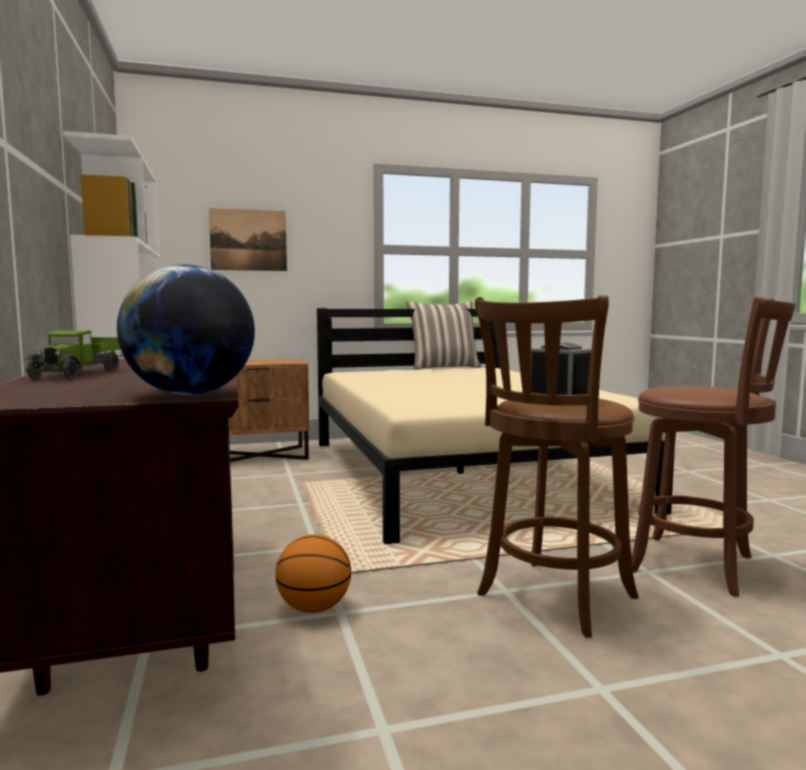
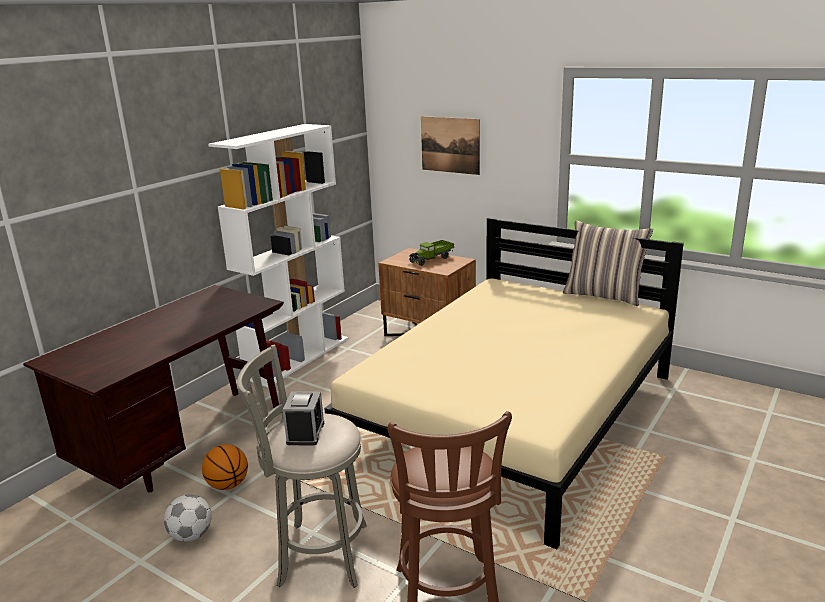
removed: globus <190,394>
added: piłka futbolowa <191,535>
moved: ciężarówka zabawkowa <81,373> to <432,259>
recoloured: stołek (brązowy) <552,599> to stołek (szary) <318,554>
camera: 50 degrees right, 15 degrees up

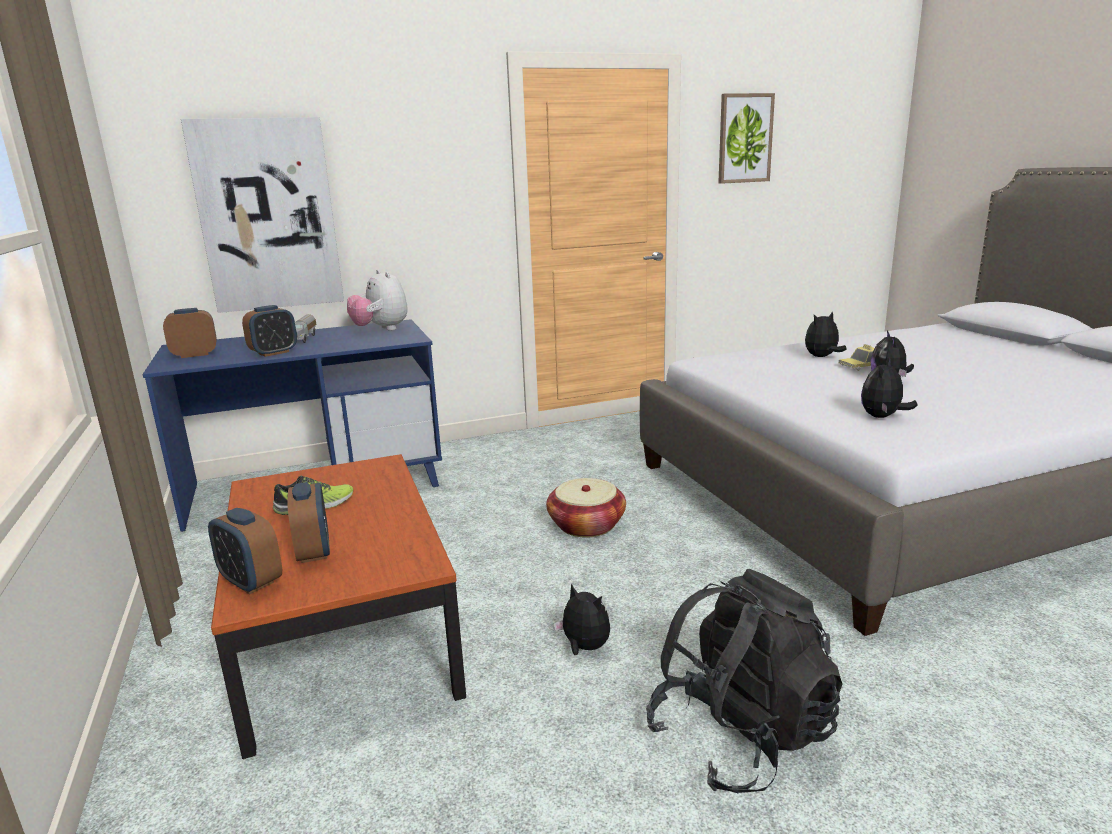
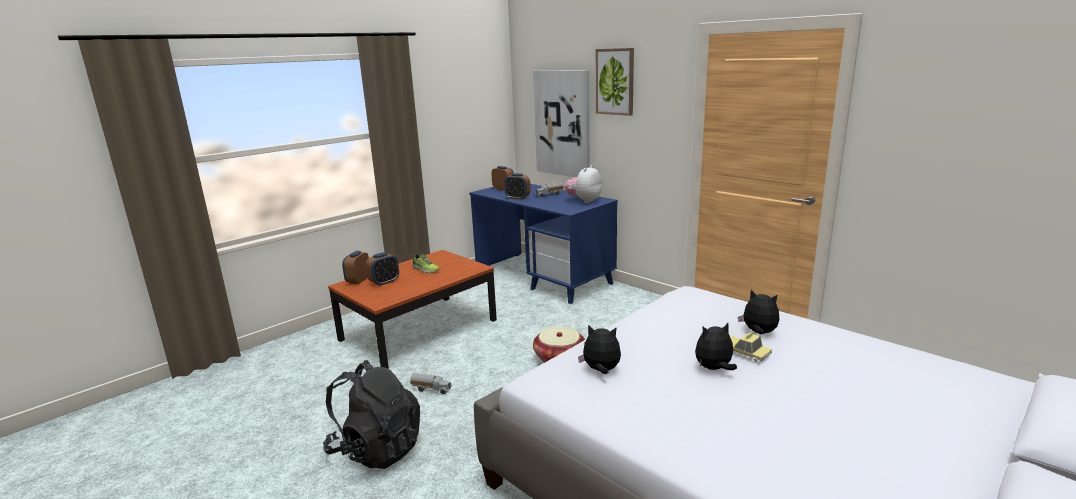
moved: obraz <744,138> to <615,81>
replaced: pluszak <584,648> to ciężarówka zabawkowa <432,389>
camera: 65 degrees right, 0 degrees up

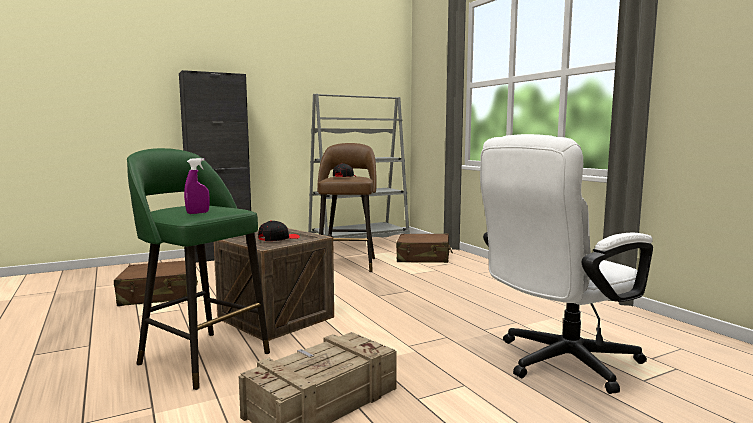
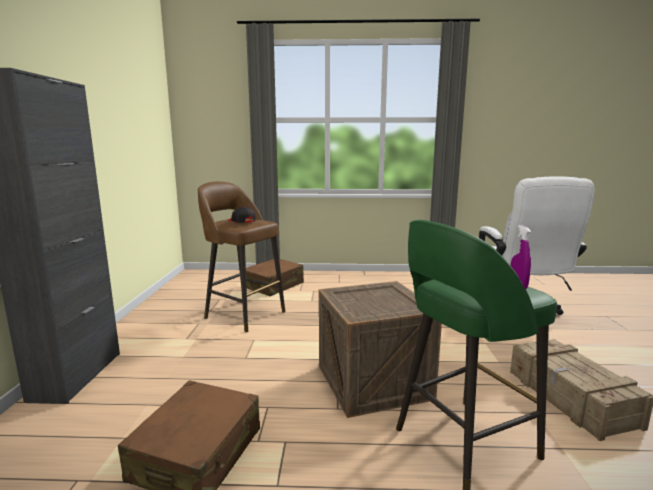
removed: czapka z daszkiem (czarny) <278,239>; regał (szary) <359,244>
camera: 60 degrees left, 5 degrees up

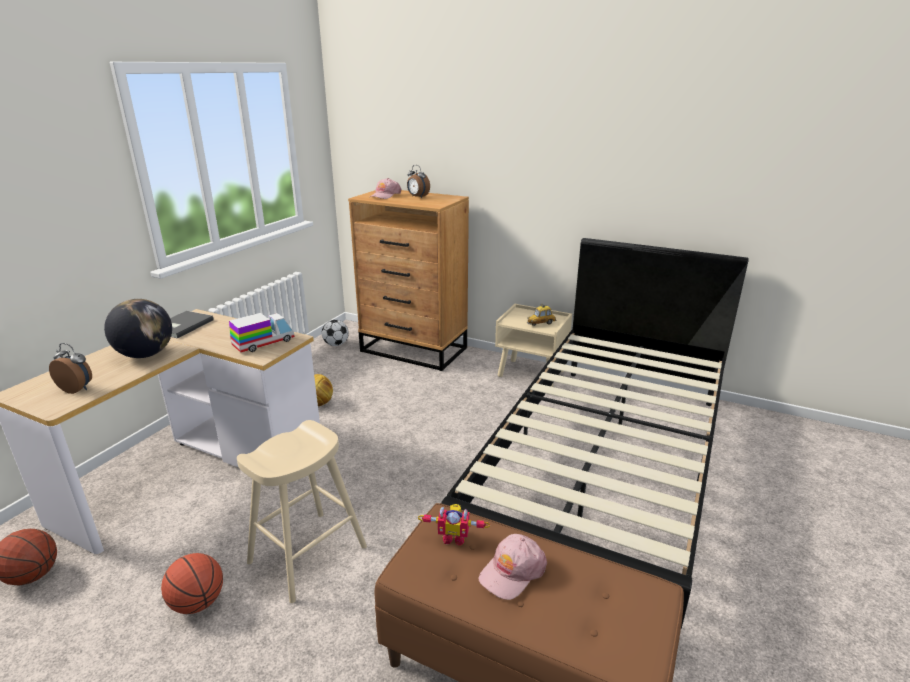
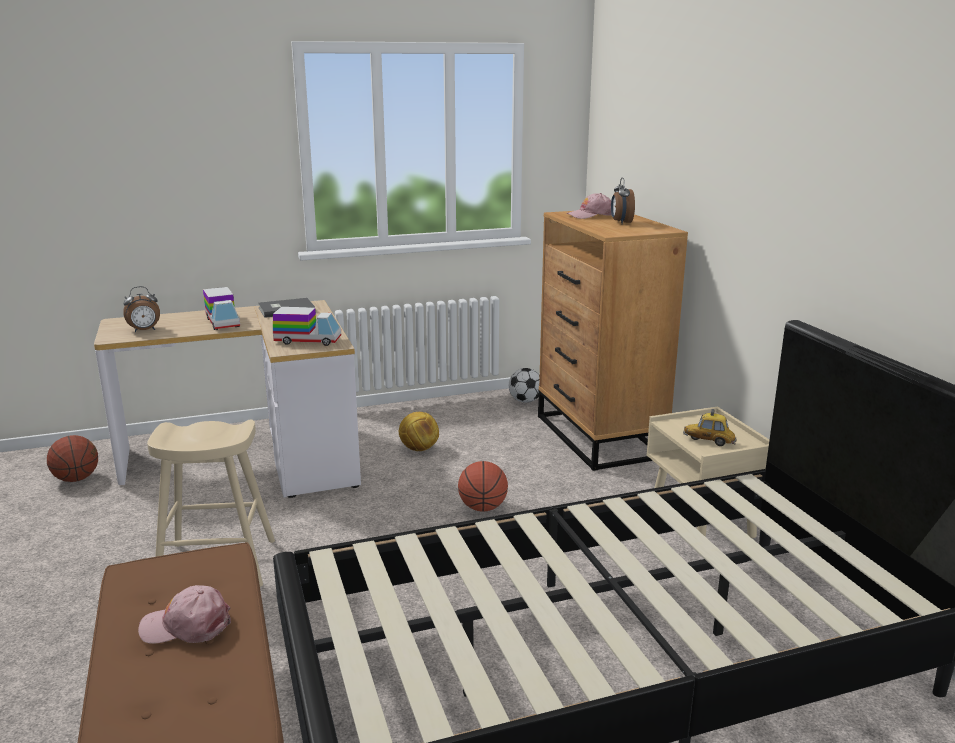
removed: robot zabawkowy <454,537>
moved: piłka do koszykówki <197,603> to <482,508>
replaced: globus <146,354> to ciężarówka zabawkowa <223,322>
turned: budzik <78,389> = <144,330> 90 degrees clockwise
camera: 45 degrees right, 5 degrees down

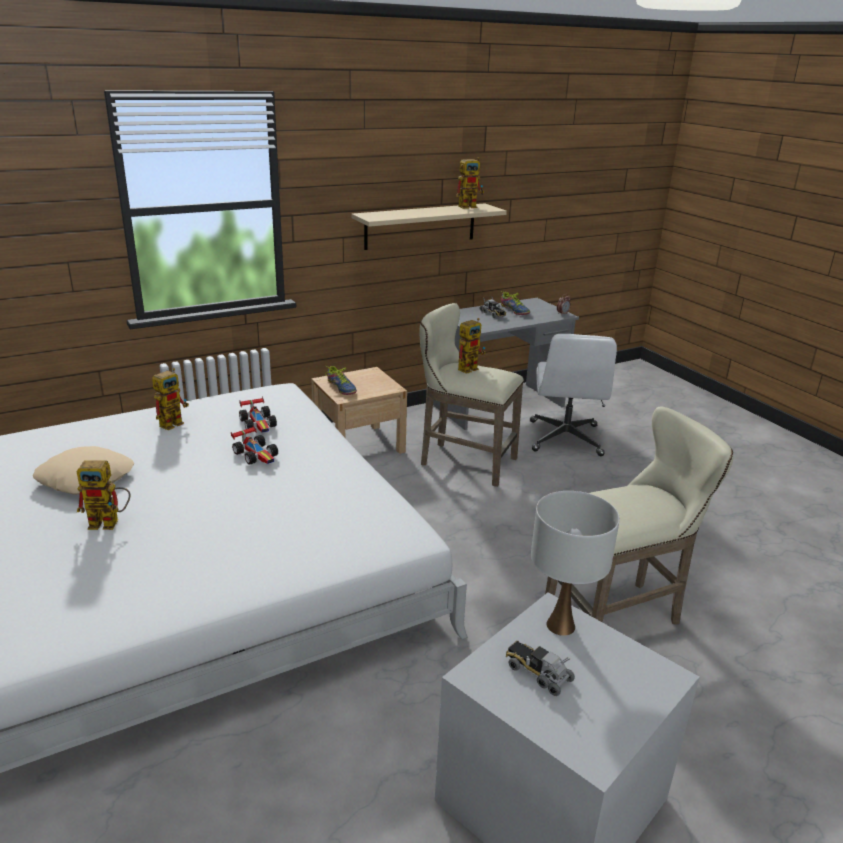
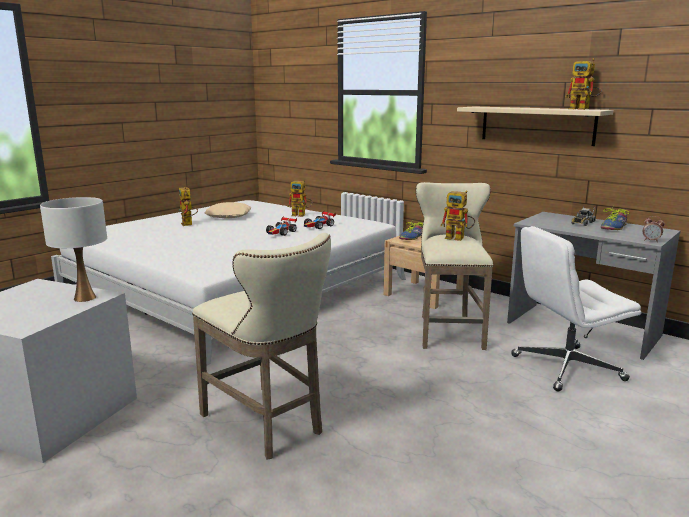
removed: ciężarówka zabawkowa <537,673>
camera: 70 degrees right, 10 degrees down

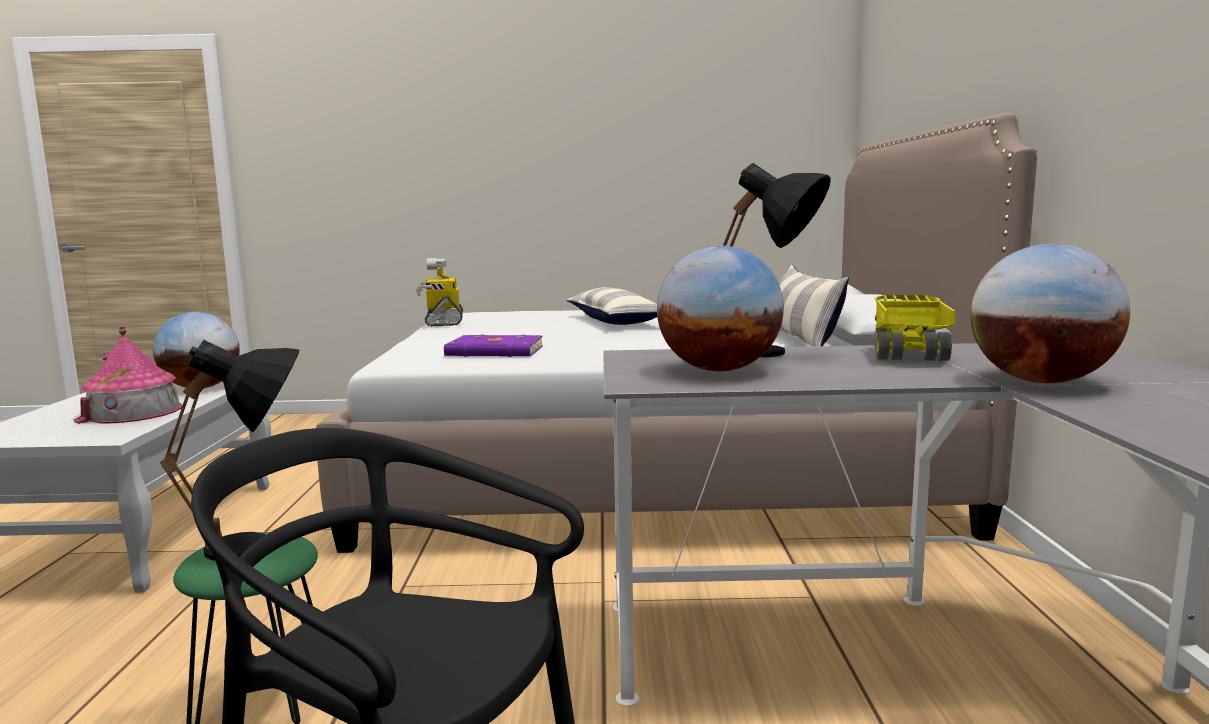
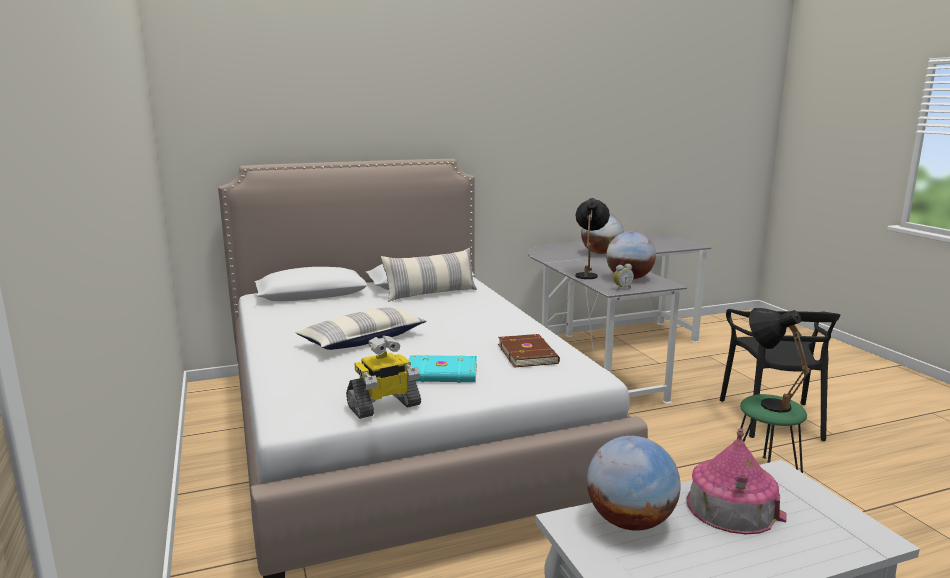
removed: ciężarówka zabawkowa <908,356>
added: książka (turkusowy) <442,373>; budzik <622,288>
recoloured: książka (fioletowy) <495,351> to książka (brązowy) <528,353>
camera: 110 degrees left, 5 degrees up

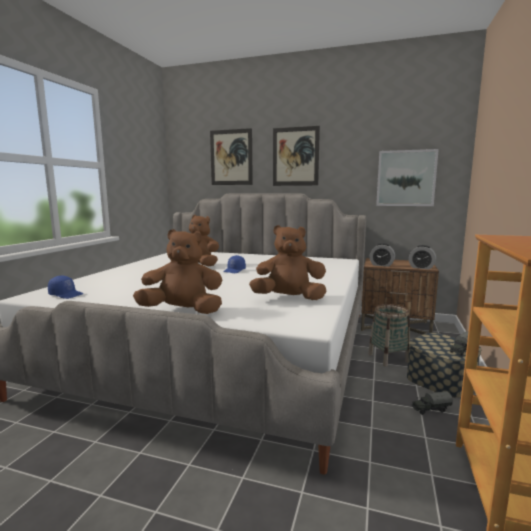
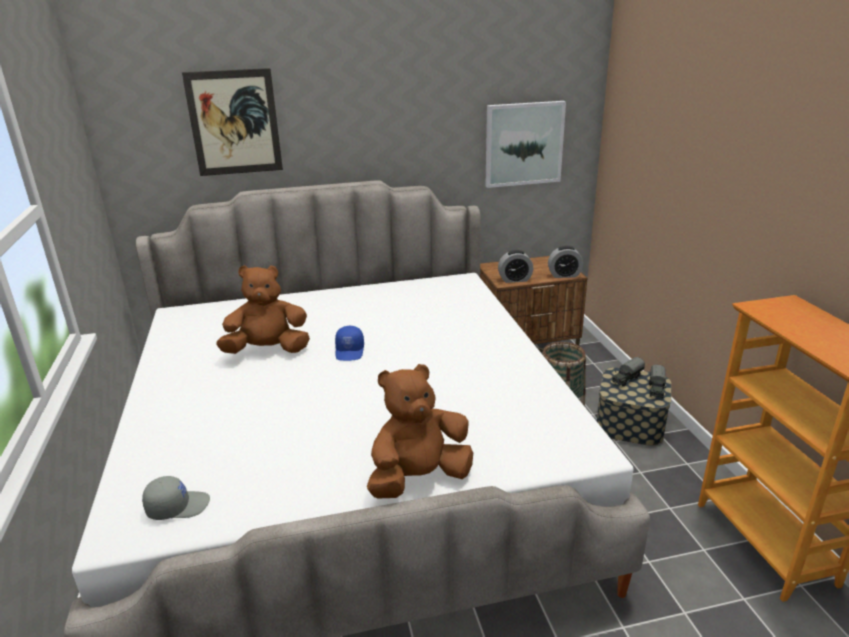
removed: pluszak (brązowy) <289,298>; obraz <295,156>
moved: ciężarówka zabawkowa <430,409> to <626,379>
recoloured: czapka z daszkiem (niebieski) <66,294> to czapka z daszkiem (szary) <178,506>
camera: 30 degrees left, 15 degrees up

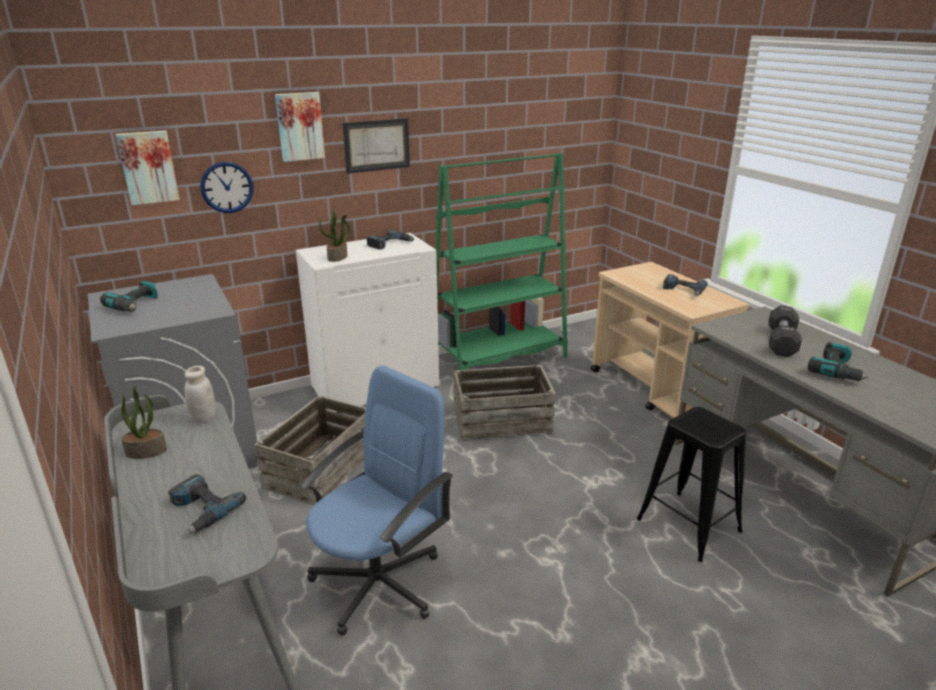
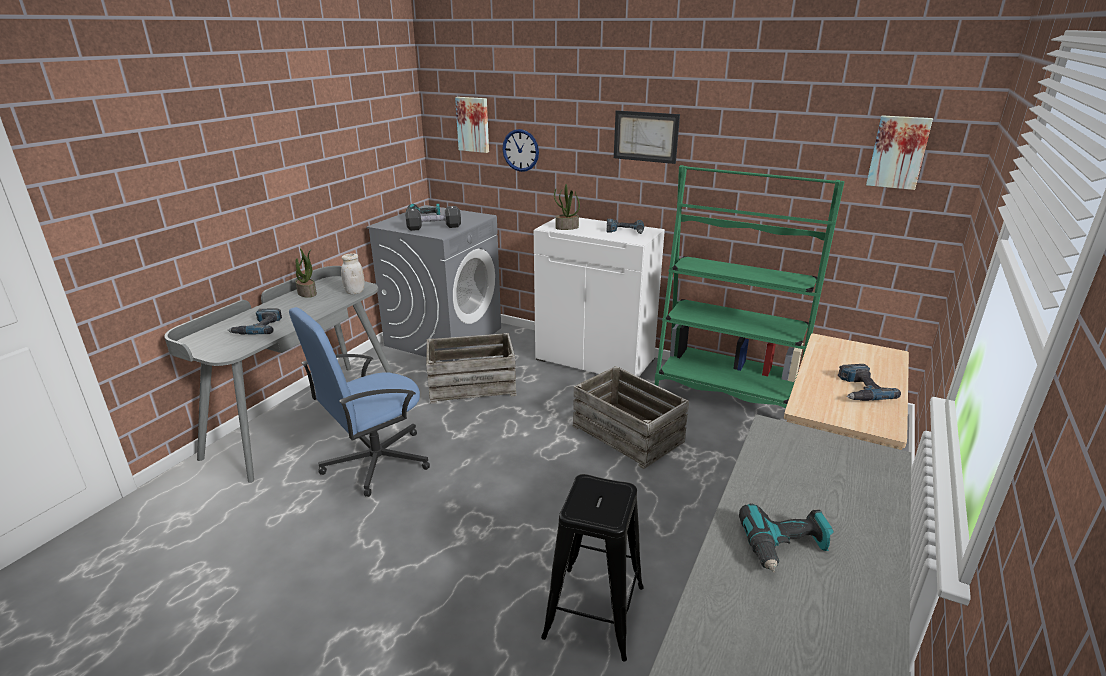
moved: hantel (czarny) <781,342> to <434,227>; obraz <299,126> to <898,152>
turned: krzesło biurowe (niebieski) <379,582> = <375,461> 135 degrees clockwise
camera: 55 degrees right, 0 degrees up

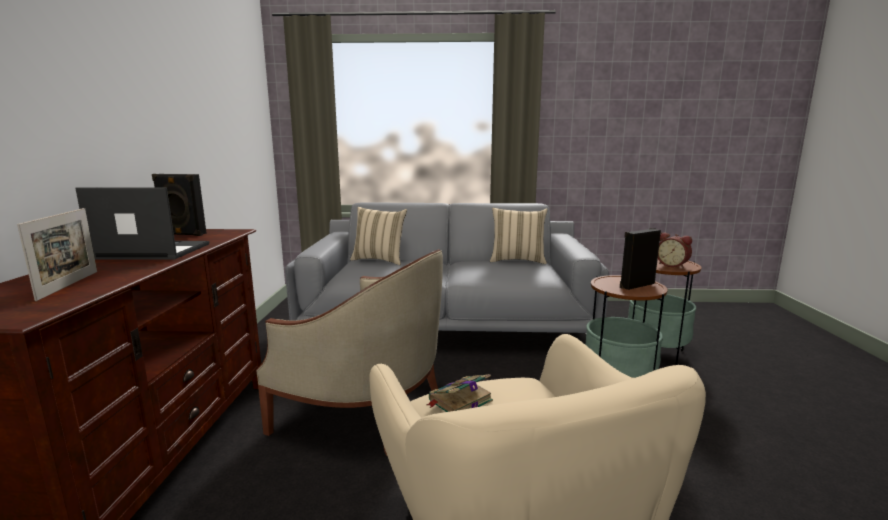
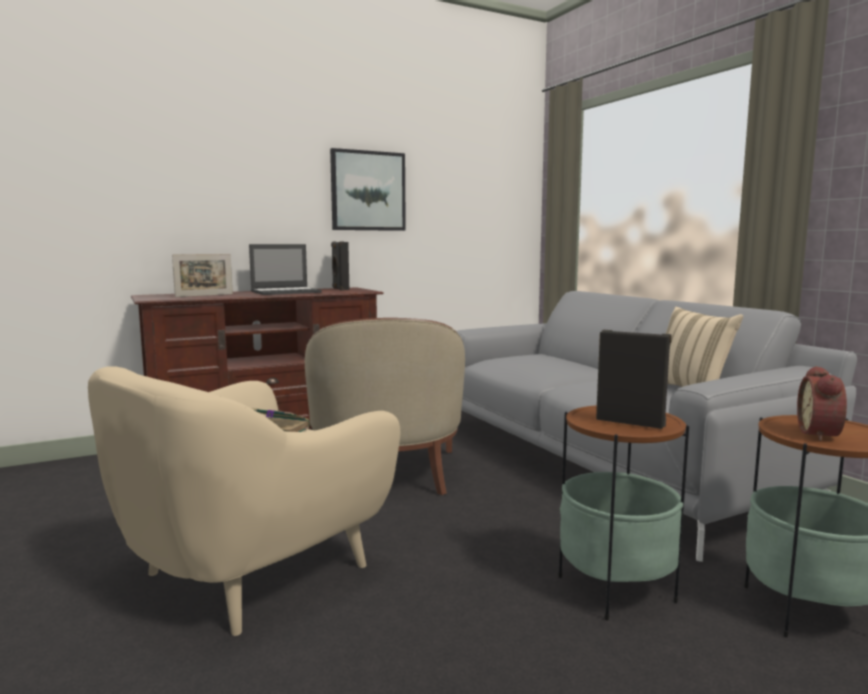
removed: poduszka (beżowy) <379,260>
added: obraz <368,191>
turned: laptop <151,251> = <286,292> 90 degrees clockwise
camera: 60 degrees right, 5 degrees down

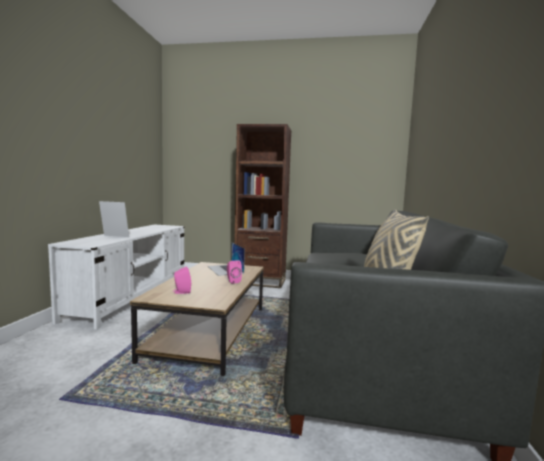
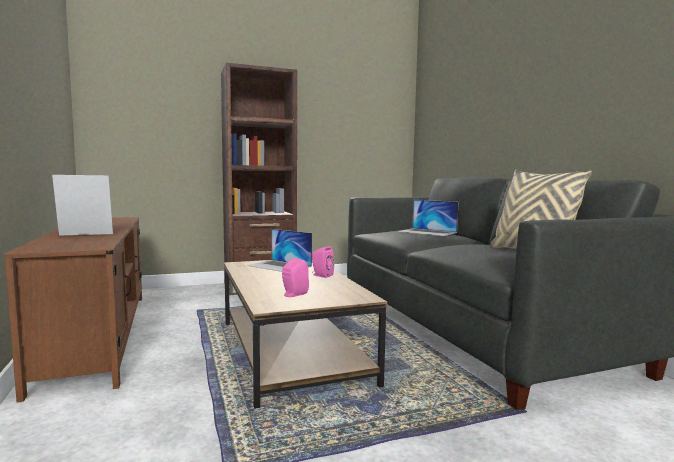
added: laptop <427,232>
recoloured: szafka pod telewizor (biały) <133,295> to szafka pod telewizor (brązowy) <98,335>
camera: 30 degrees left, 0 degrees up

